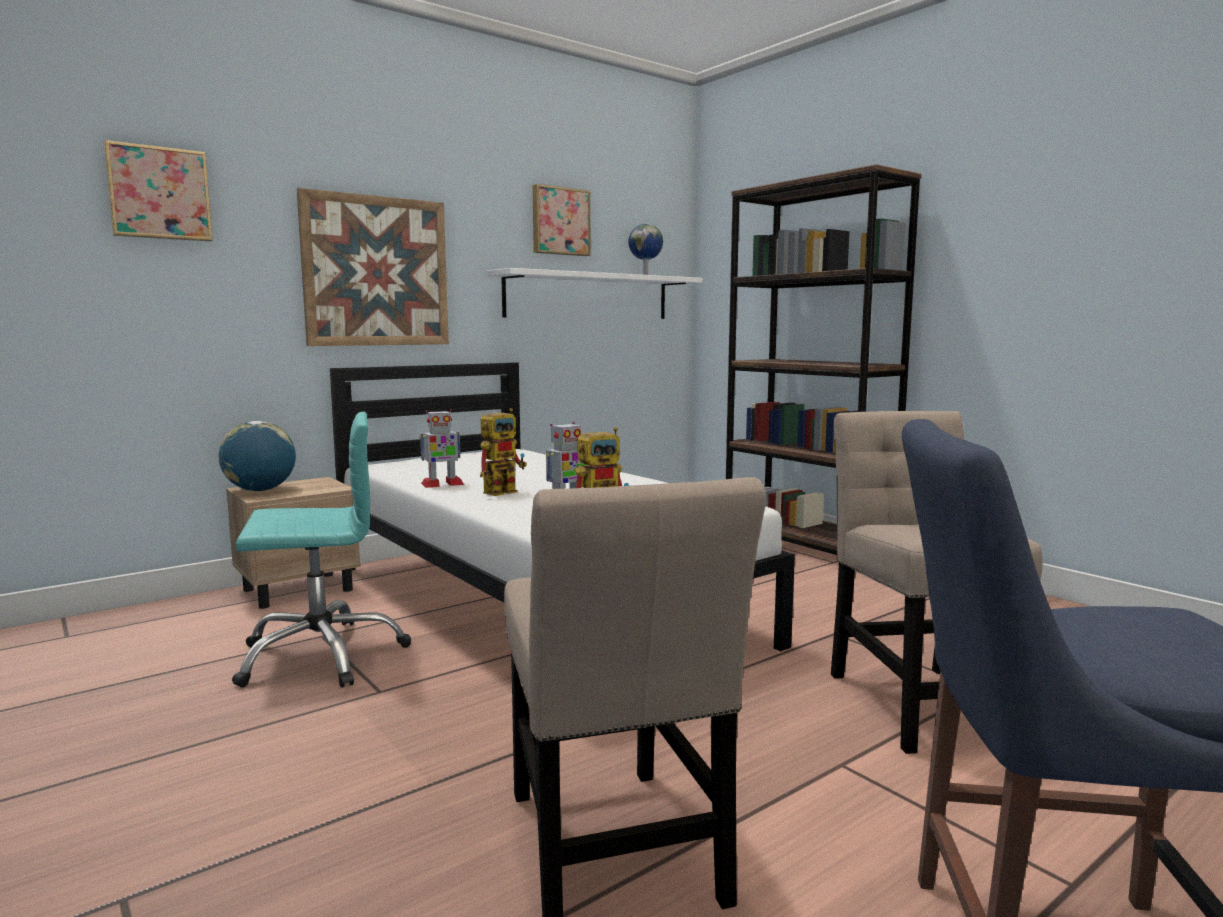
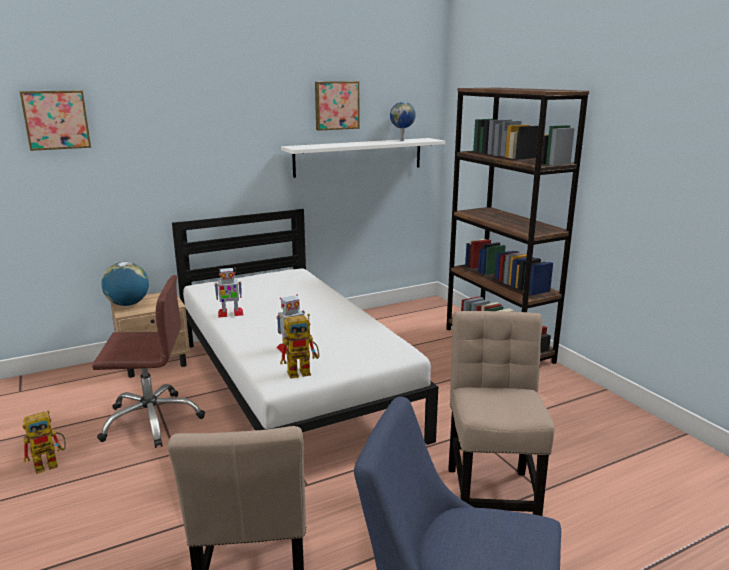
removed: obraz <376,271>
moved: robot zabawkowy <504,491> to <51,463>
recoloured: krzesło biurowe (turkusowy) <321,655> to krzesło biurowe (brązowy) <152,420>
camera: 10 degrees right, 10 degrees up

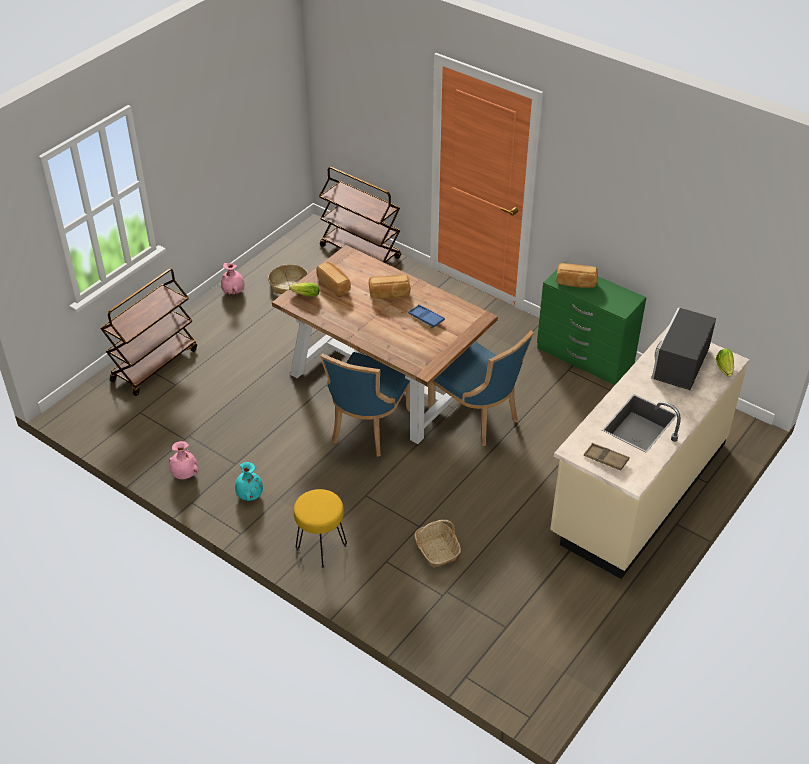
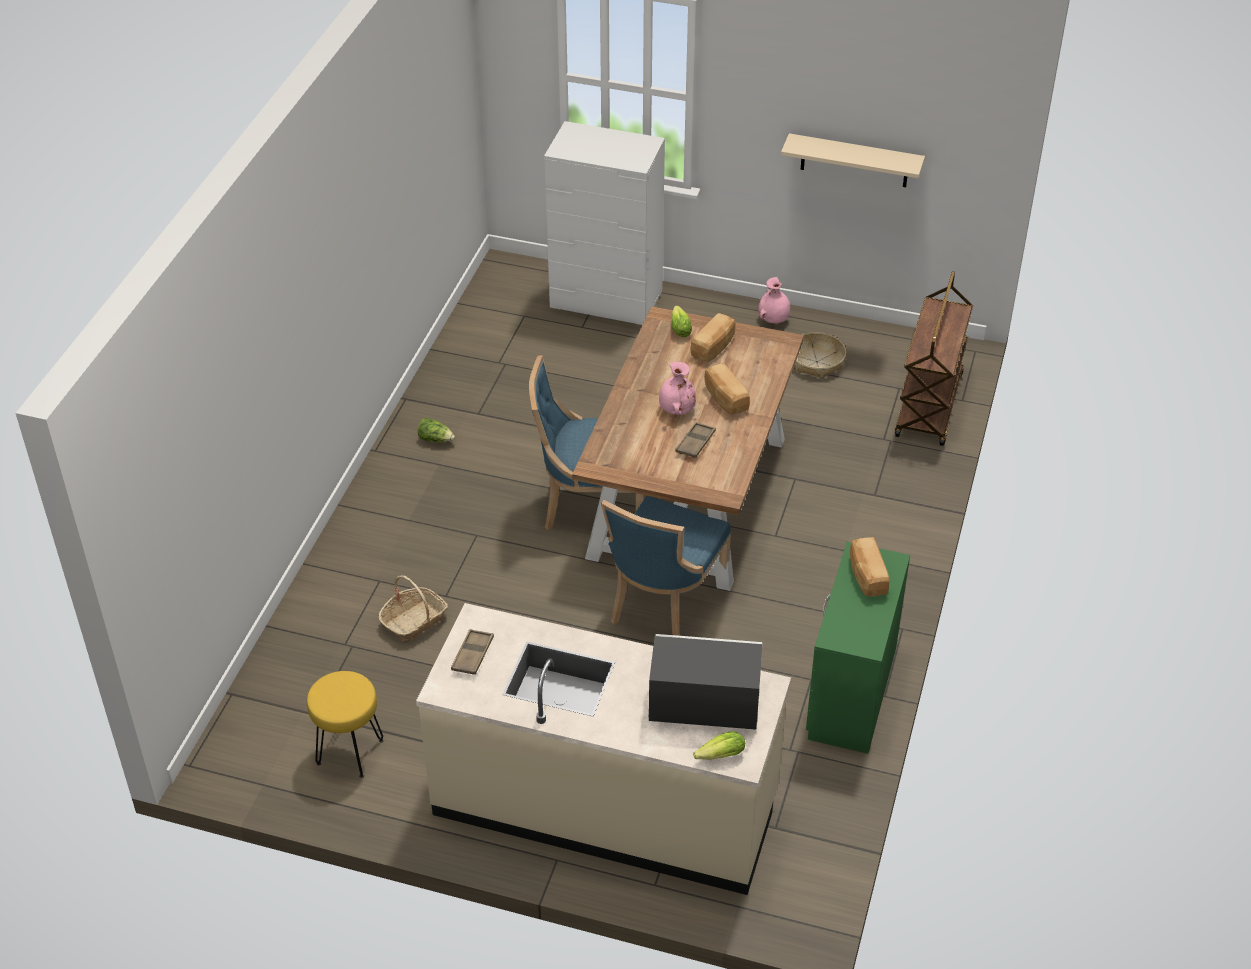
added: półka (beżowy) <854,161>
moved: stołek (żółty) <320,547> to <349,751>; wazon (różowy) <184,474> to <676,409>
replaced: wazon (turkusowy) <249,495> to sałata <435,439>; wózek (brązowy) <154,364> to komoda (biały) <606,300>
recoloured: taca (niebieski) <426,318> to taca (brązowy) <695,443>
camera: 70 degrees right, 0 degrees up

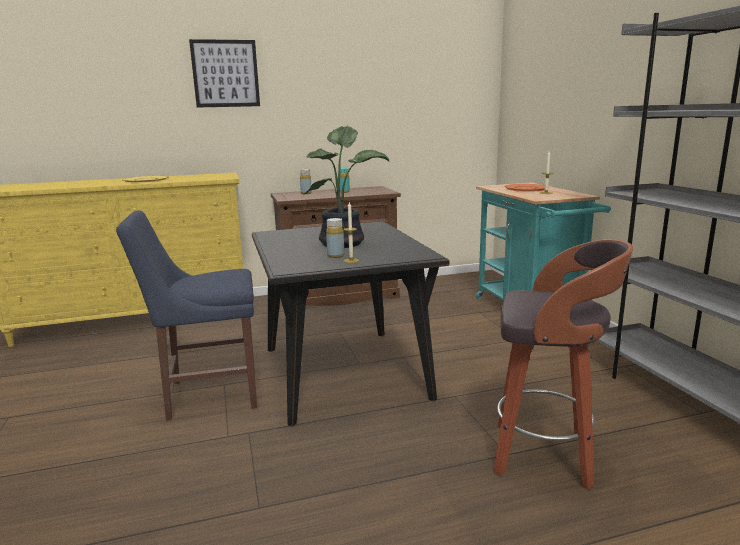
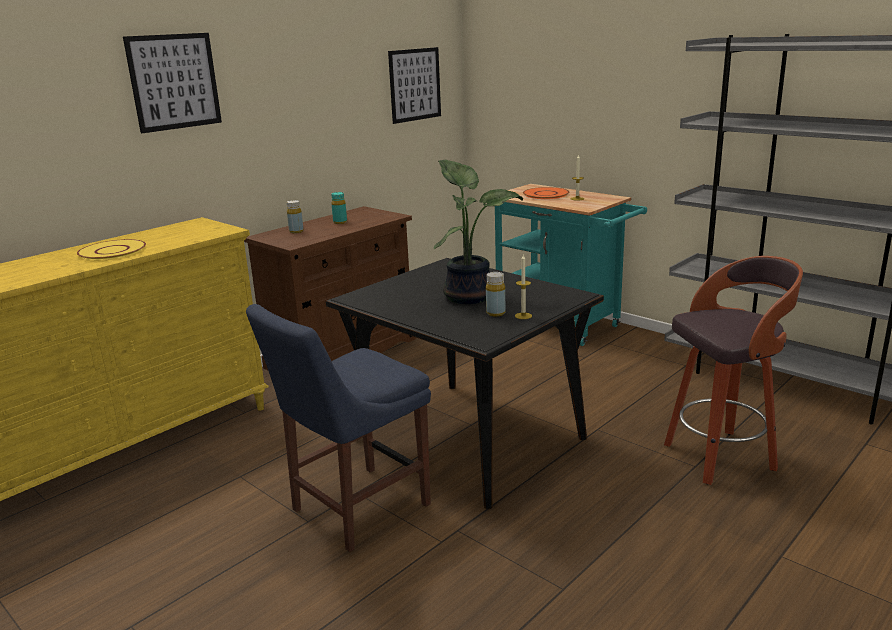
added: obraz <415,85>
camera: 30 degrees left, 5 degrees up

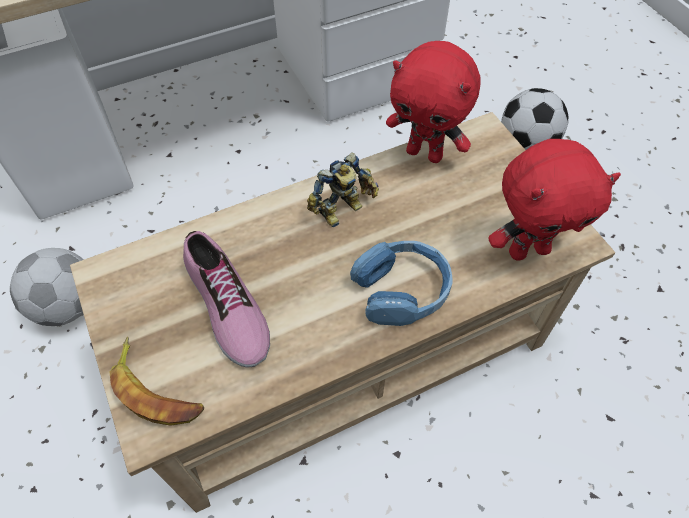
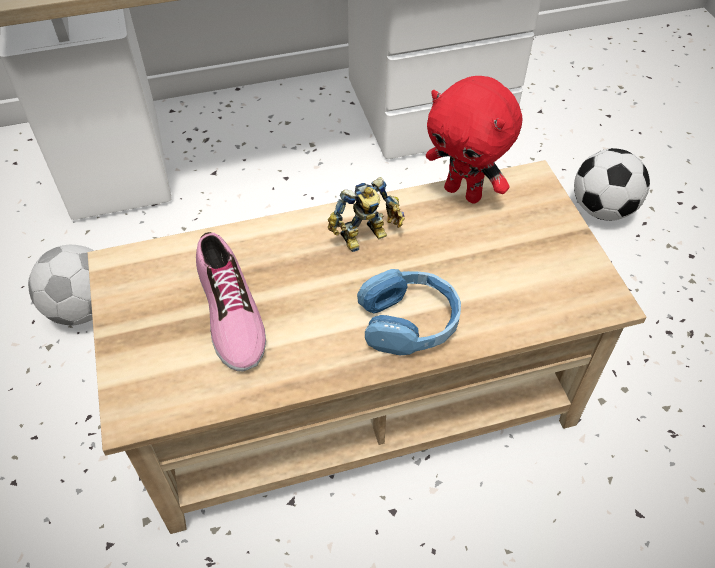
removed: banan <156,389>; pluszak (czerwony) <528,249>
camera: 10 degrees right, 5 degrees down

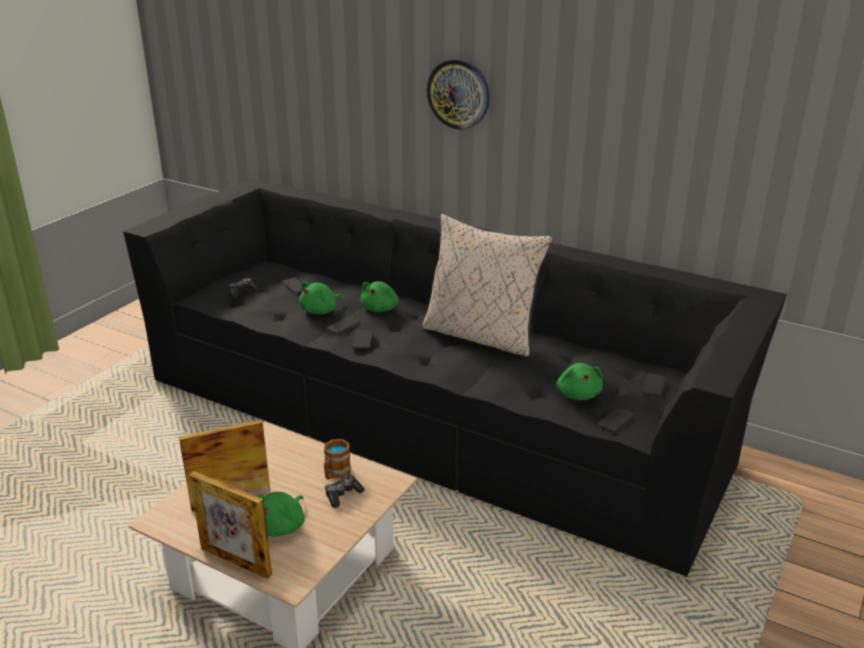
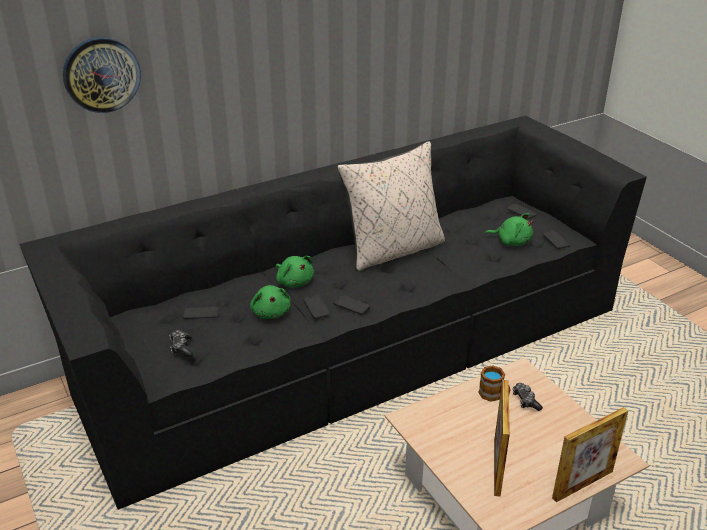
removed: pluszak (zielony) <281,526>
moved: zegar ścienny <458,94> to <101,74>
camera: 60 degrees left, 5 degrees up

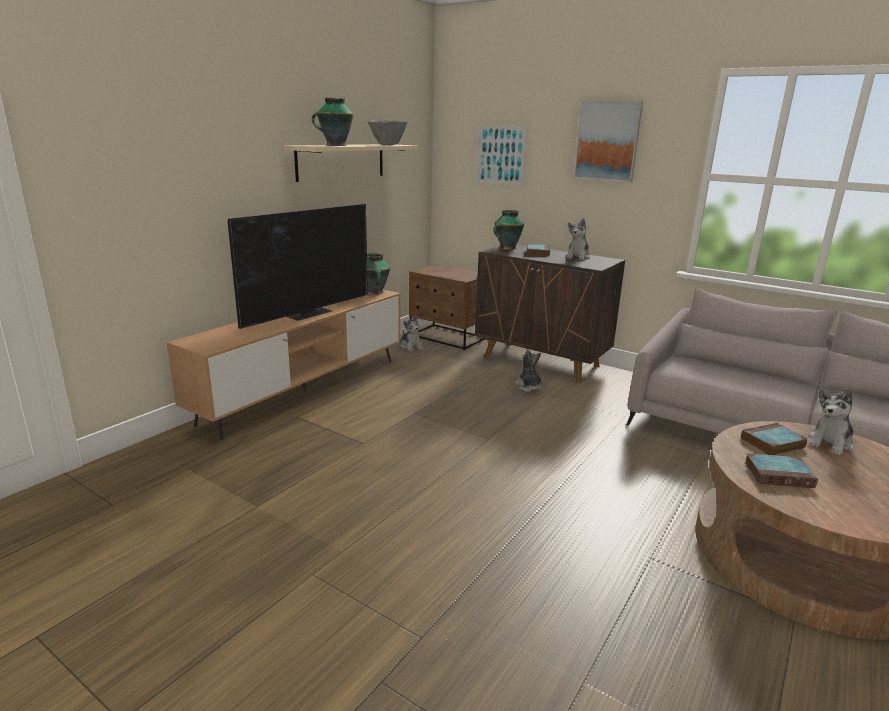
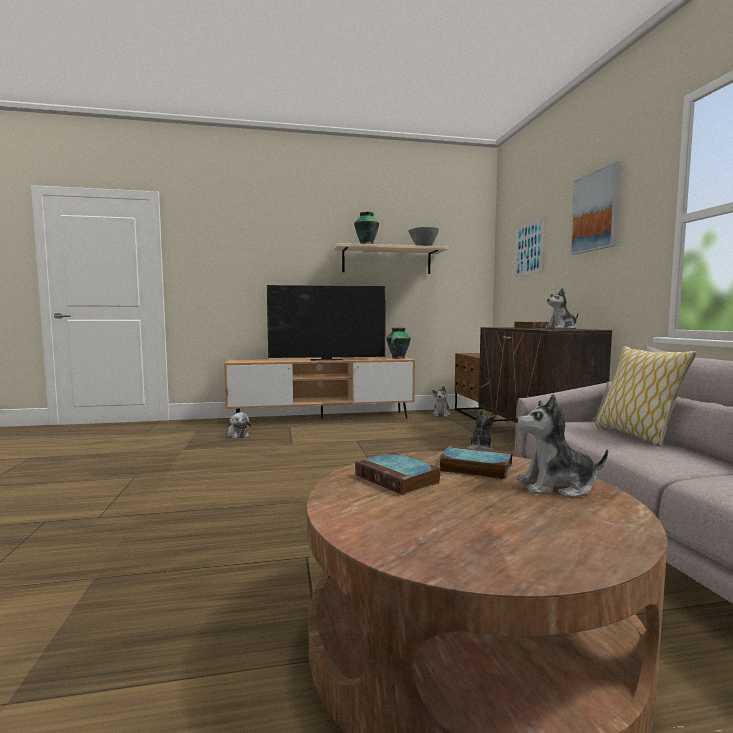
removed: wazon <507,248>
added: pluszak <237,435>; poduszka <636,435>
camera: 45 degrees right, 15 degrees down

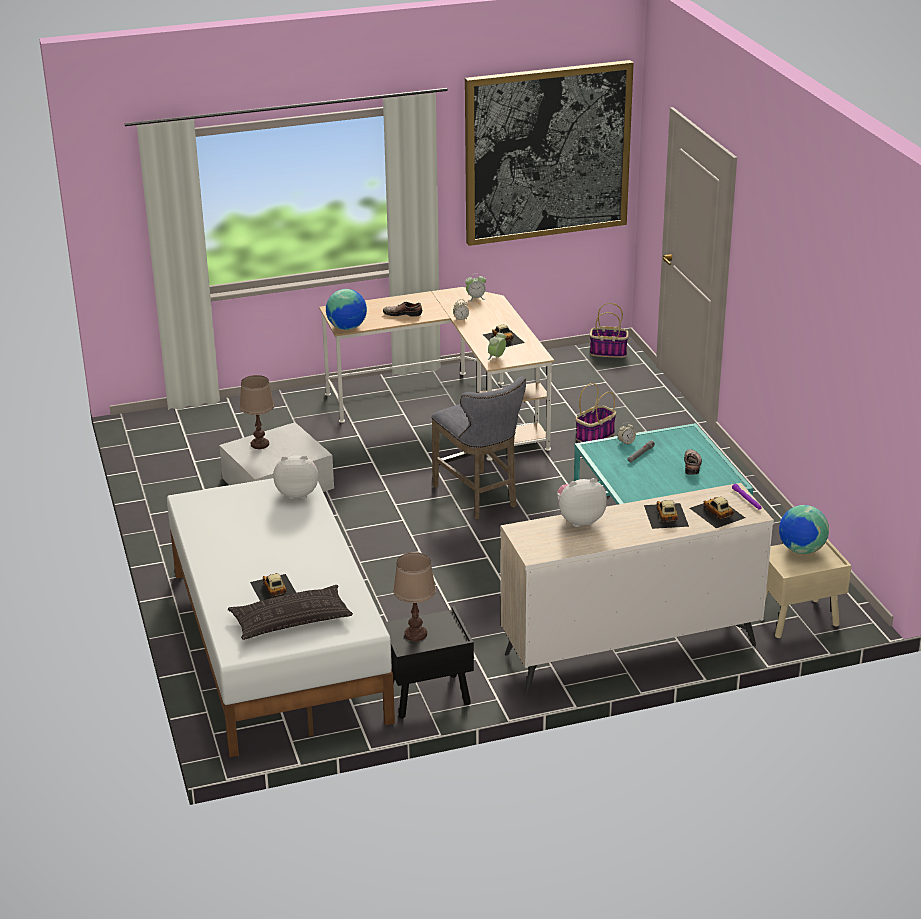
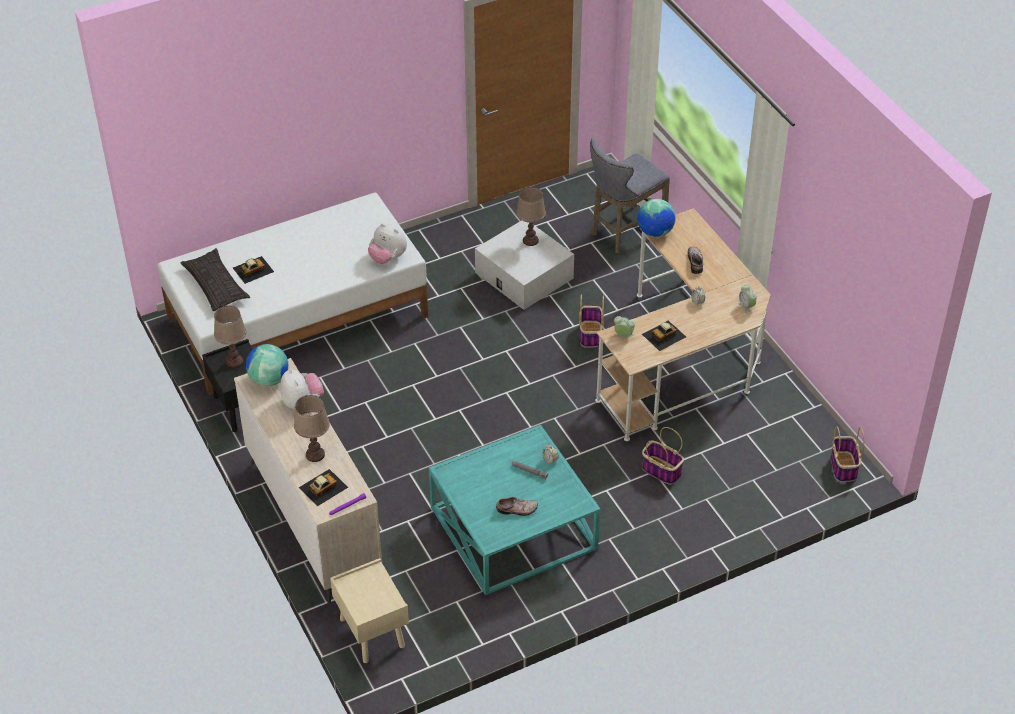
removed: obraz <547,152>
added: koszyk <590,335>
moved: globus <801,550> to <268,379>; stołek (szary) <478,498> to <624,232>
replaced: samochodzik <666,516> to lampa stołowa (brązowy) <315,454>
turned: pluszak <297,493> = <388,258> 135 degrees clockwise
camera: 80 degrees right, 15 degrees up

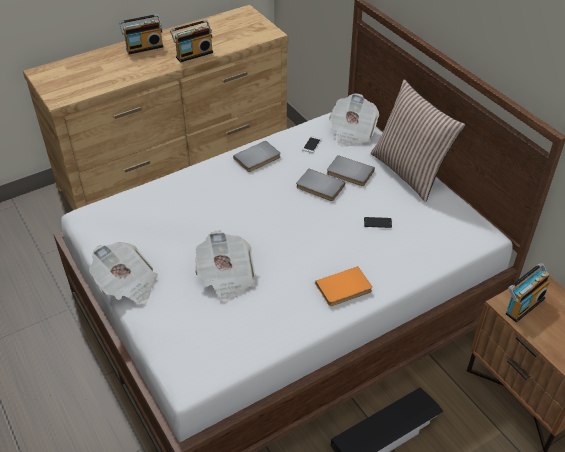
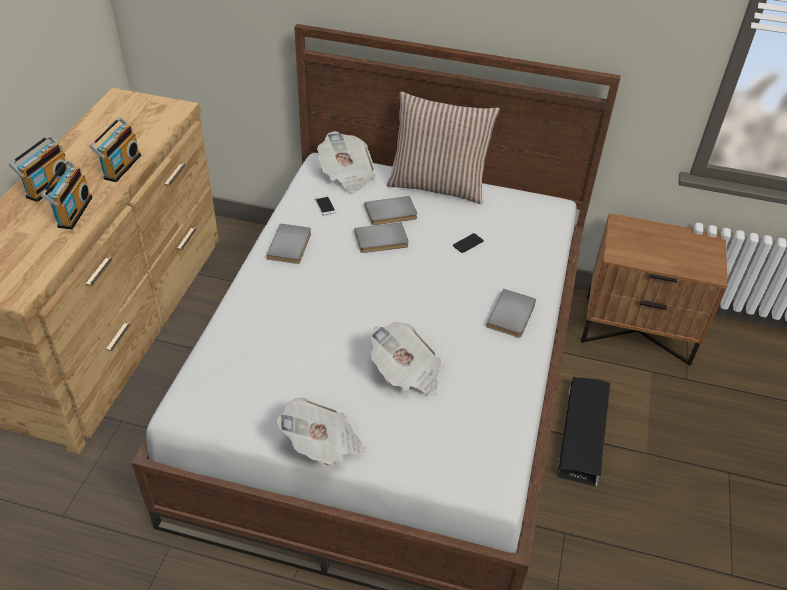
moved: radio <523,305> to <72,212>
recoloured: książka (pomarańczowy) <344,289> to książka (szary) <513,315>
camera: 45 degrees left, 0 degrees up

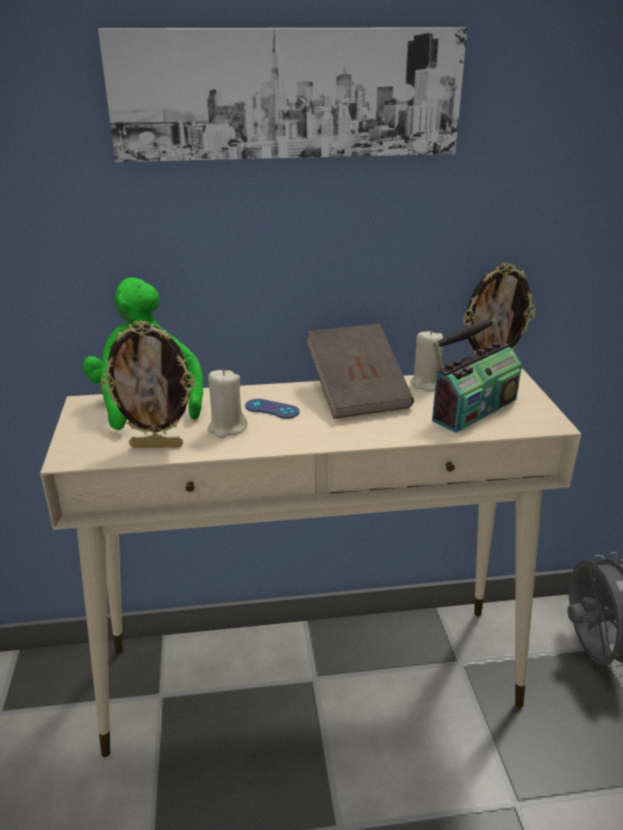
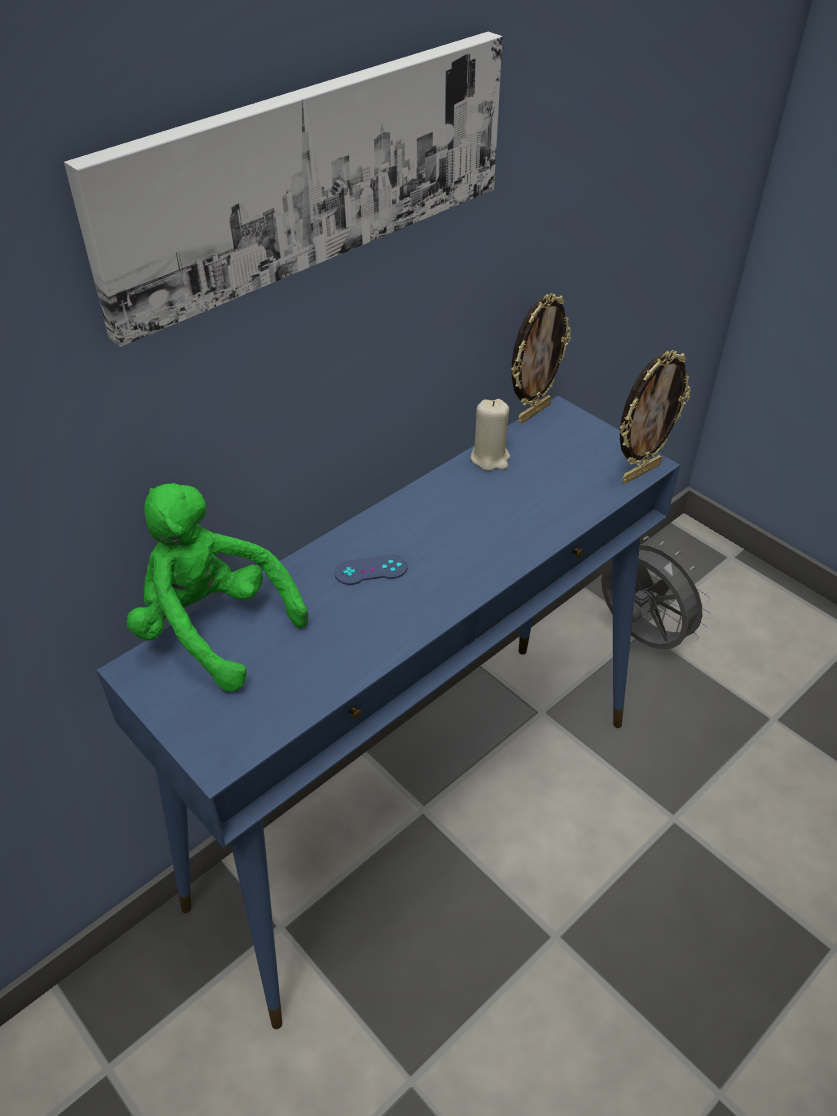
removed: świeca (beżowy) <227,428>; książka (brązowy) <358,393>; radio <472,409>
moved: ramka na zdjęcie <157,445> to <640,471>
recoloured: stolik konsolowy (beżowy) <313,675> to stolik konsolowy (niebieski) <420,807>
camera: 35 degrees left, 15 degrees up

